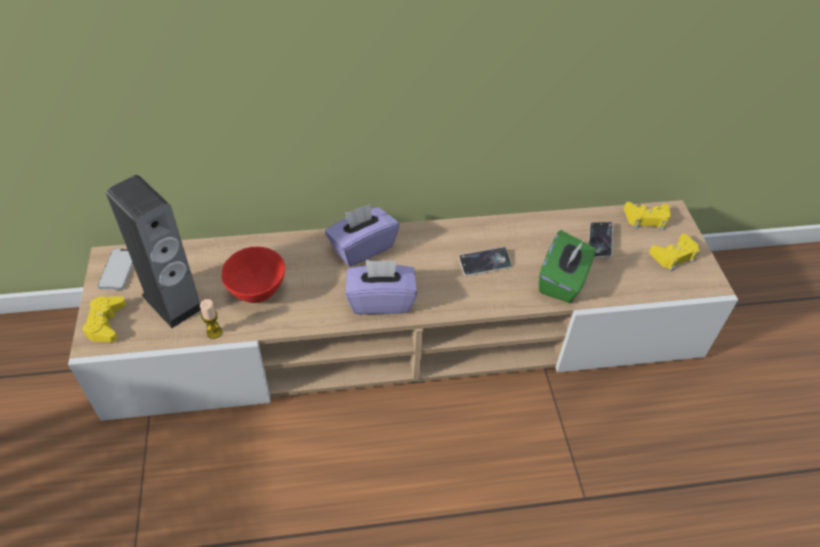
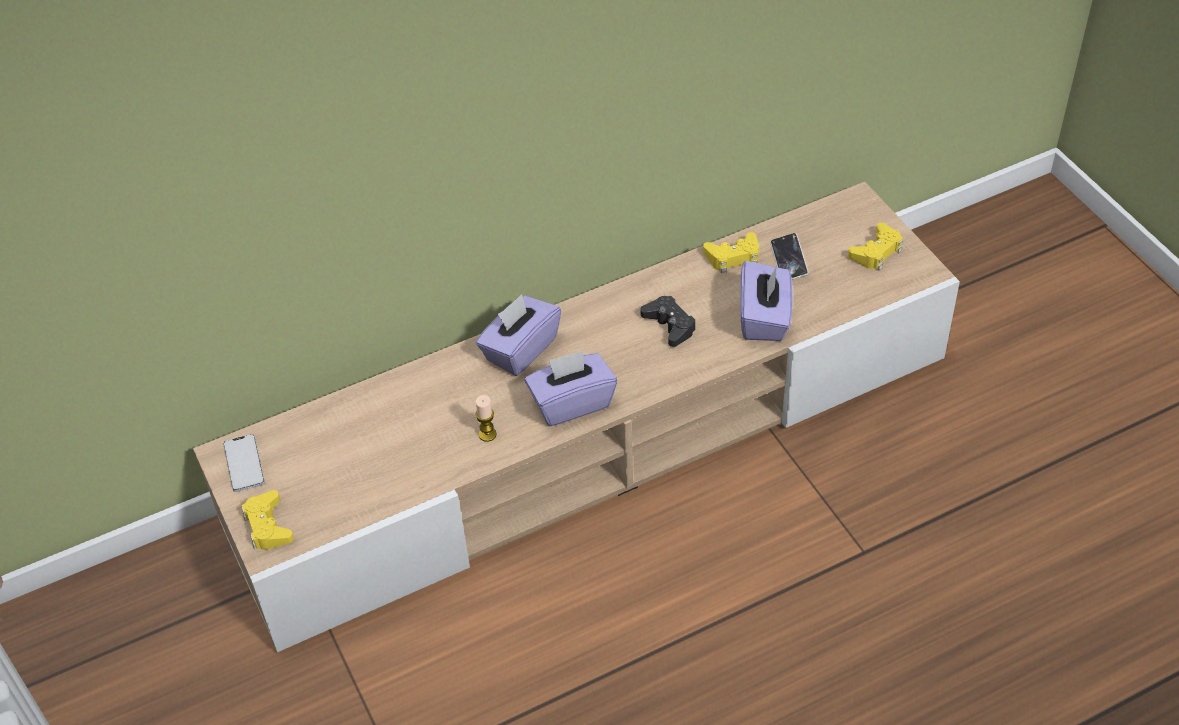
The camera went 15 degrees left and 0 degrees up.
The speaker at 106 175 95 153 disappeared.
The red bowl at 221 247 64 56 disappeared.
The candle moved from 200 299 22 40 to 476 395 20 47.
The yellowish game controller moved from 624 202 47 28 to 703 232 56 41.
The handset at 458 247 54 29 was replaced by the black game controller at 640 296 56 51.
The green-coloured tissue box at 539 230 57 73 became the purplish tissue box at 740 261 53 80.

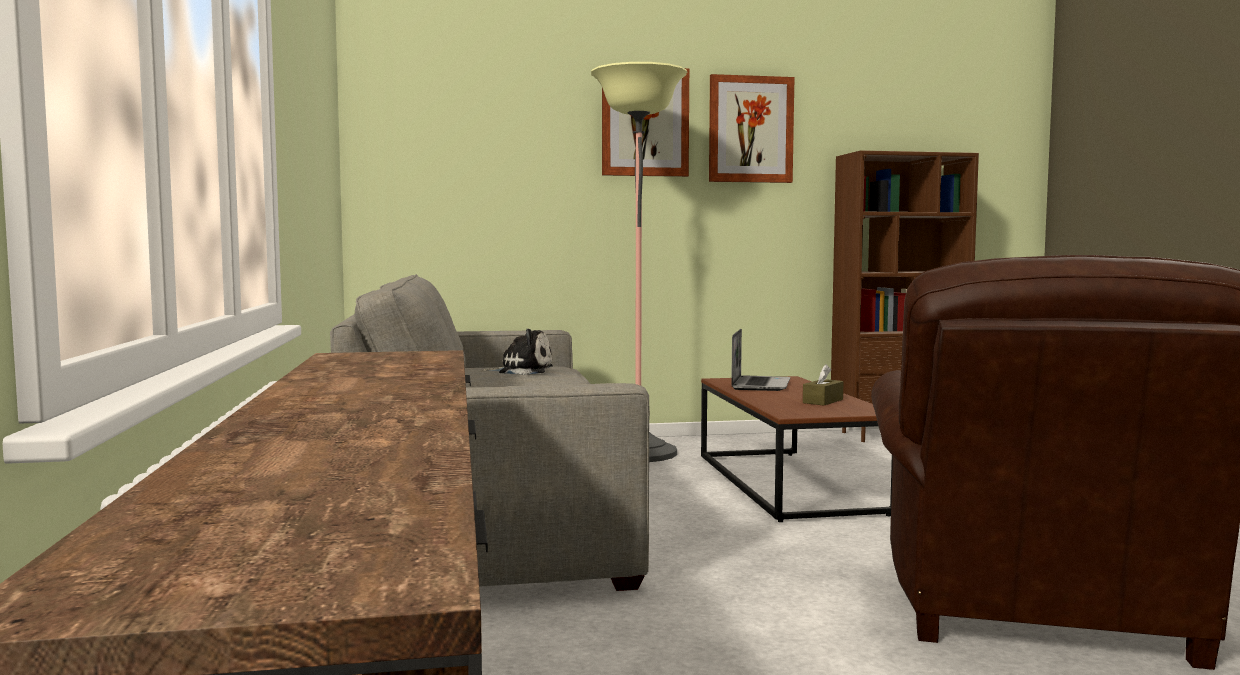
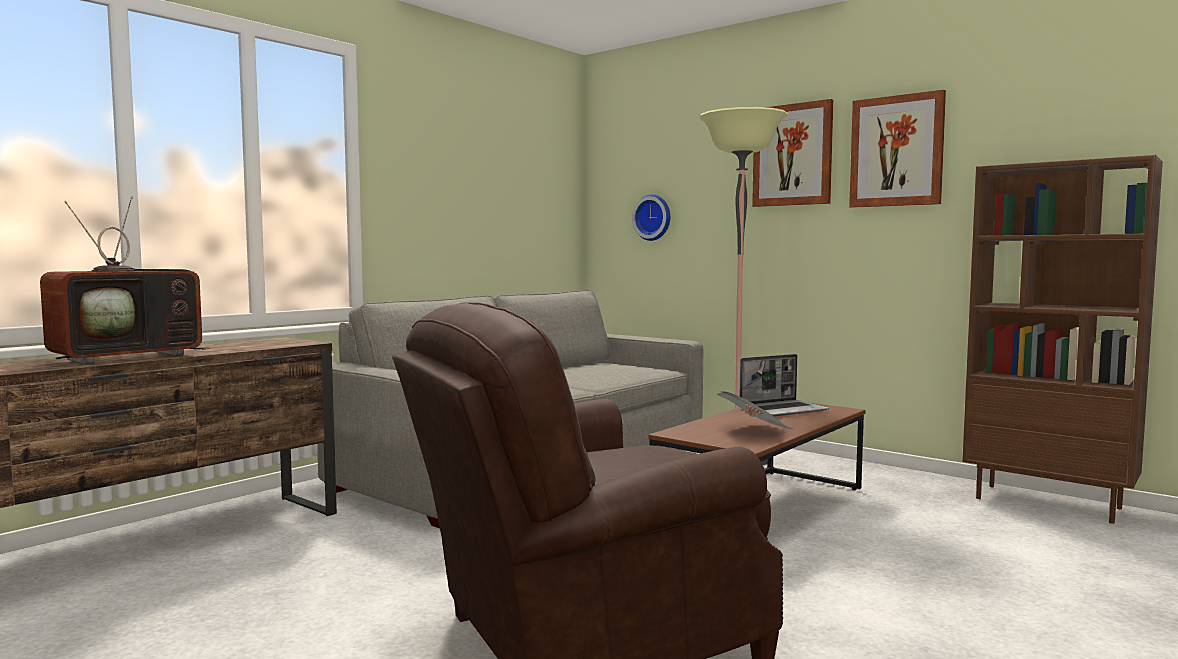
The camera went 50 degrees right and 0 degrees up.
The plush toy at 481 329 72 46 disappeared.
The TV at 40 196 170 169 appeared.
The hanging clock at 632 194 38 47 appeared.
The brown tissue box at 803 364 41 42 was replaced by the printed paper at 717 391 76 38.

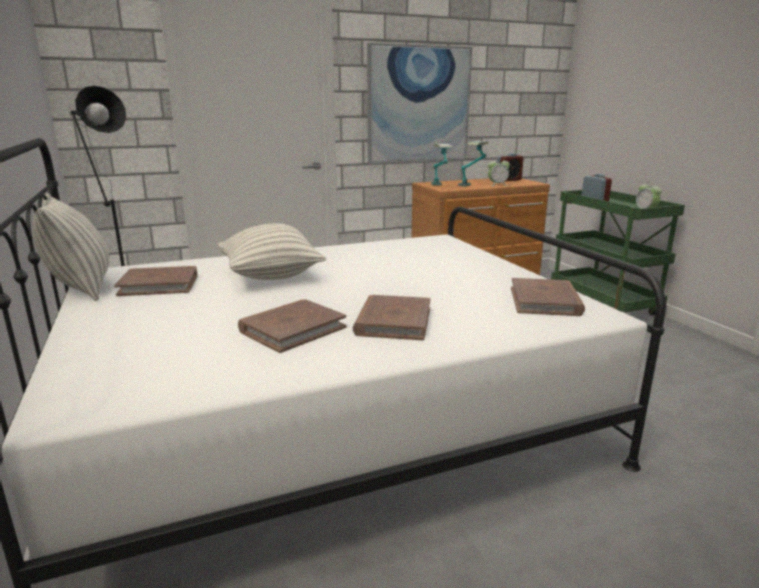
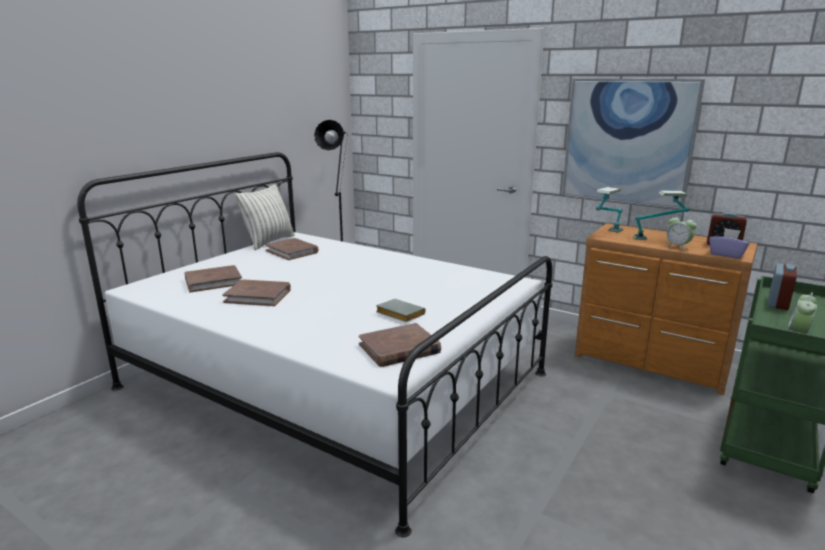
The camera went 55 degrees right and 0 degrees up.
The cushion at 217 223 109 57 disappeared.
The gray bound book at 376 299 50 23 appeared.
The purplish tissue box at 709 228 41 31 appeared.
The brown bound book moved from 353 295 78 45 to 184 265 58 27.

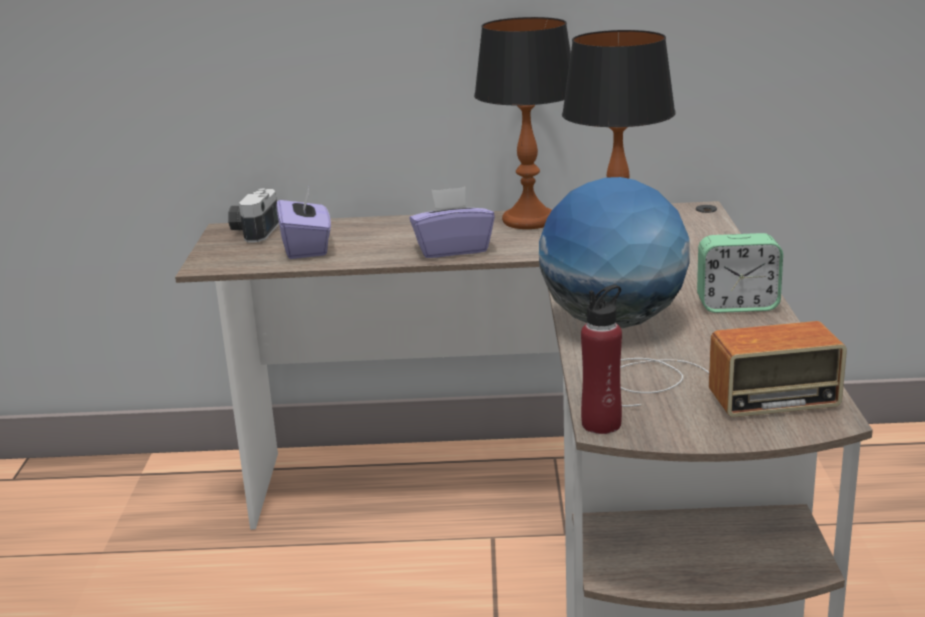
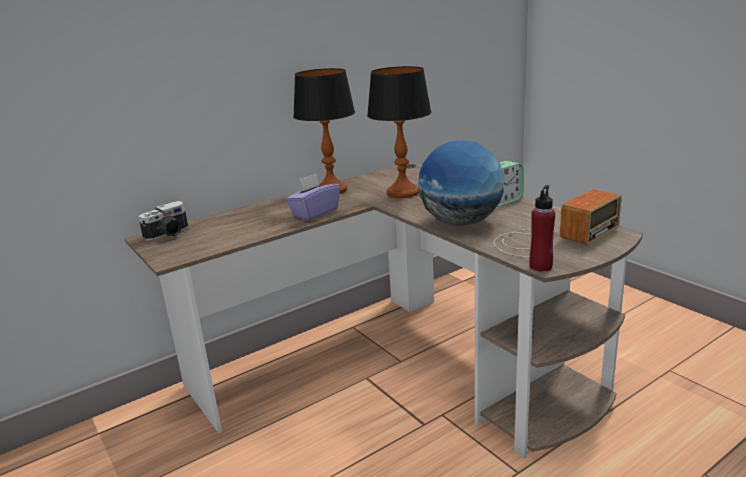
The camera went 35 degrees left and 0 degrees up.
The purplish tissue box at 276 187 55 72 disappeared.
The photo camera at 228 189 51 54 turned 105 degrees counterclockwise.

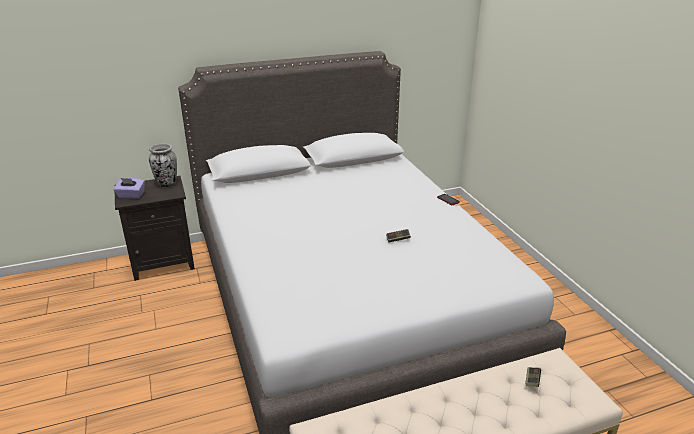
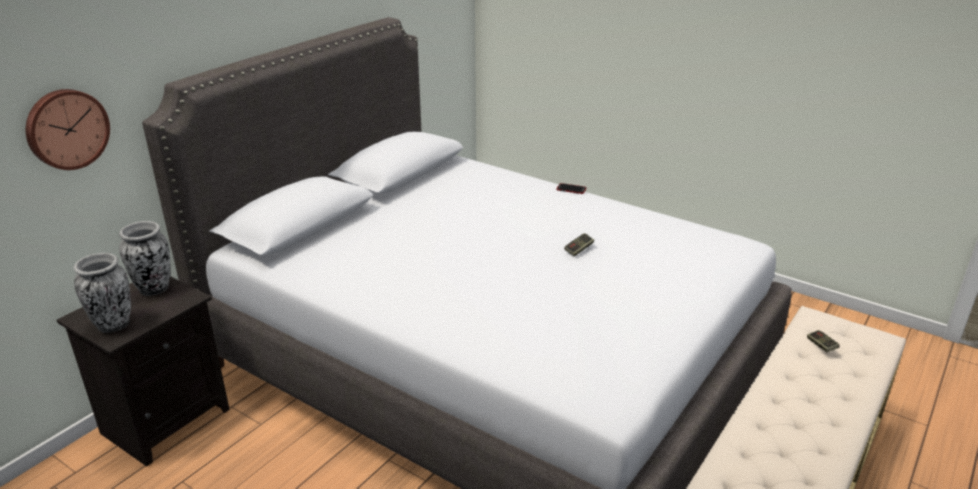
The camera went 35 degrees left and 0 degrees up.
The hanging clock at 26 89 84 81 appeared.
The purplish tissue box at 113 178 32 21 was replaced by the decorative vase at 74 253 57 80.

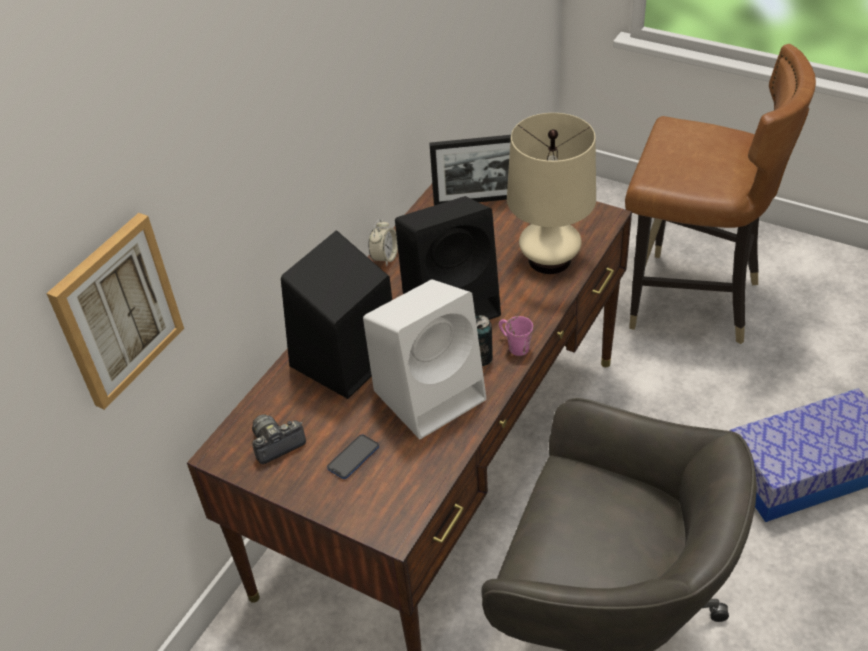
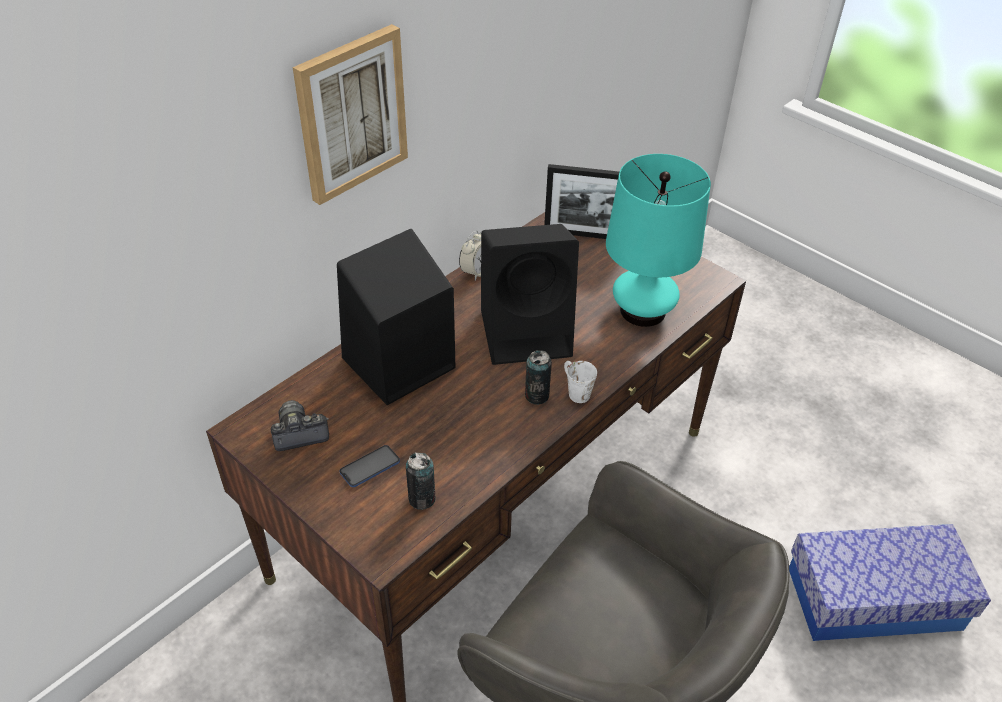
The camera went 10 degrees right and 0 degrees up.
The whitish speaker at 363 279 123 160 disappeared.
The brown upright chair at 625 44 191 300 disappeared.
The metal can at 406 452 30 58 appeared.
The picture moved from 46 213 138 197 to 293 24 115 181.
The pinkish tea mug at 499 316 34 40 became the whitish tea mug at 564 361 33 42.
The beige lamp for a table at 507 113 89 161 became the turquoise-coloured lamp for a table at 606 154 105 173.

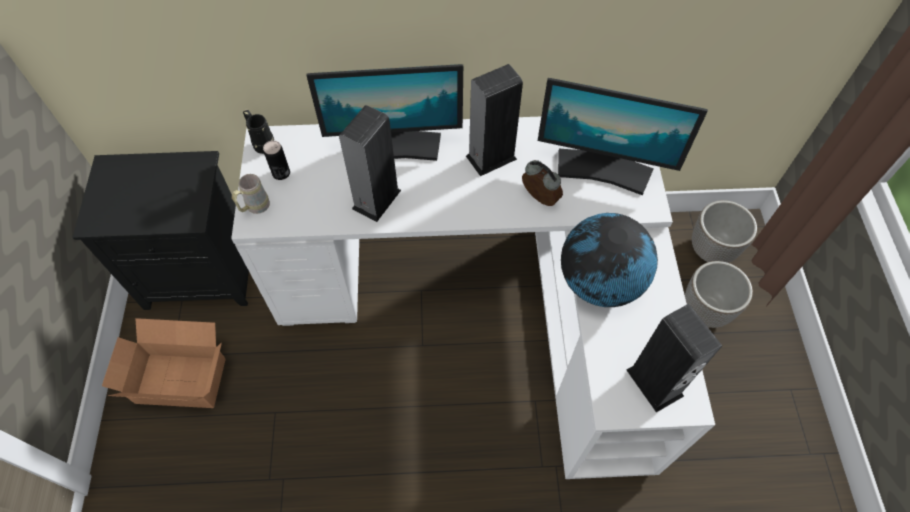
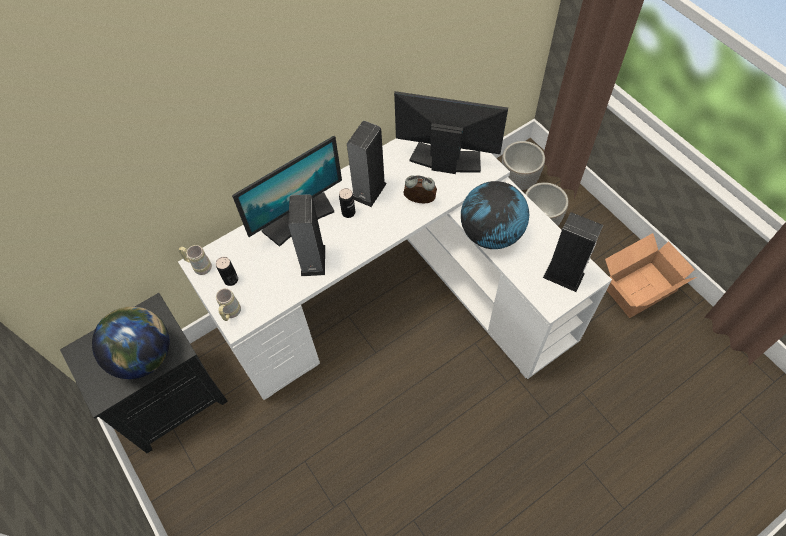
The camera went 30 degrees left and 0 degrees up.
The world globe at 92 306 77 73 appeared.
The metal can at 339 188 16 30 appeared.
The carton moved from 102 318 124 90 to 605 233 91 85.
The black tea mug at 243 110 31 44 became the beige tea mug at 179 245 33 30.
The computer display at 538 78 170 117 turned 150 degrees counterclockwise.

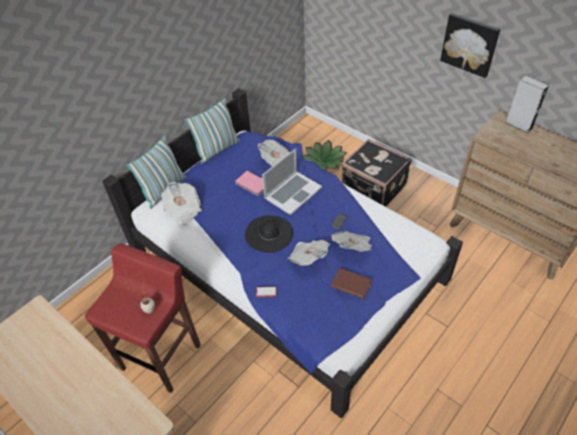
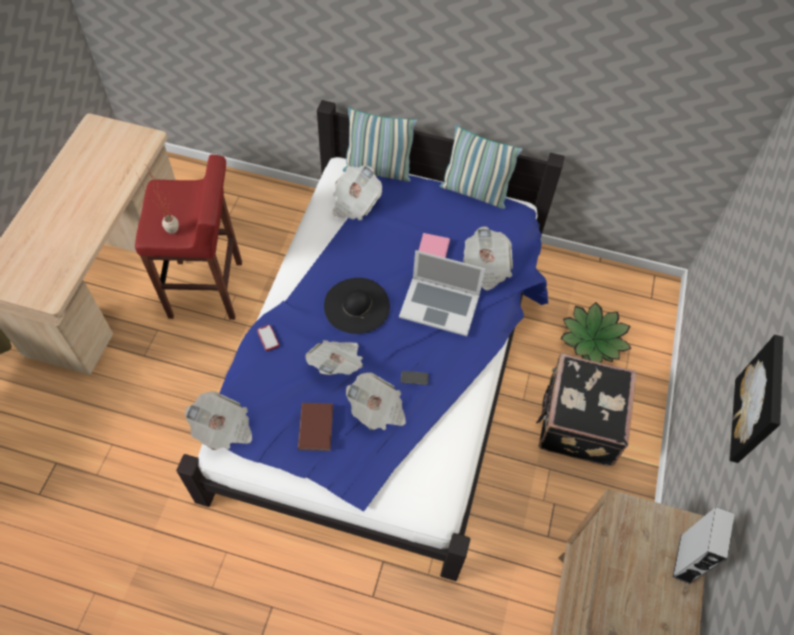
The camera went 60 degrees right and 10 degrees up.
The printed paper at 185 391 67 59 appeared.

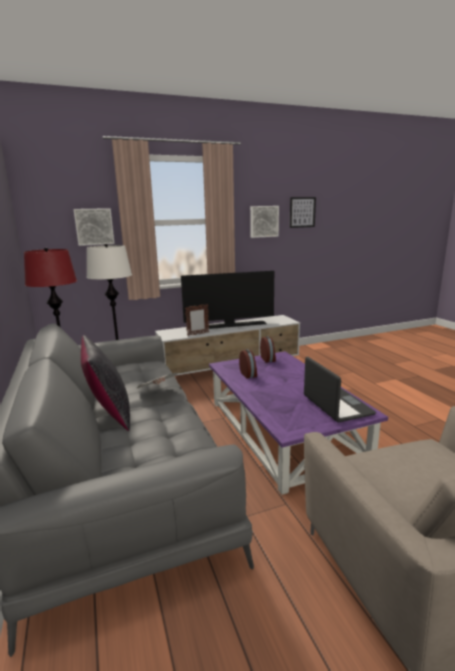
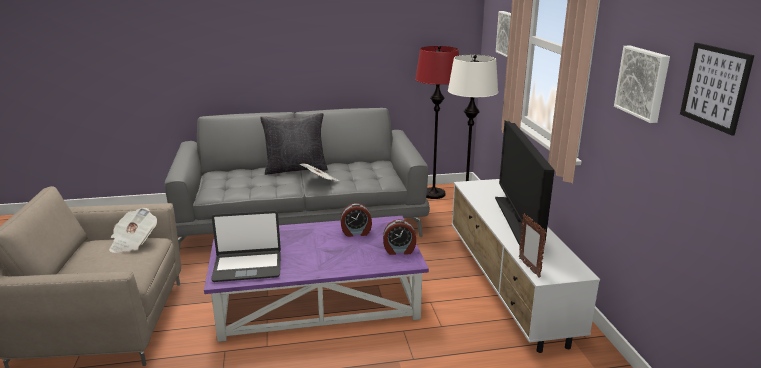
The camera went 100 degrees right and 5 degrees up.
The printed paper at 109 208 48 45 appeared.
The photo frame moved from 185 304 24 32 to 519 213 27 65.

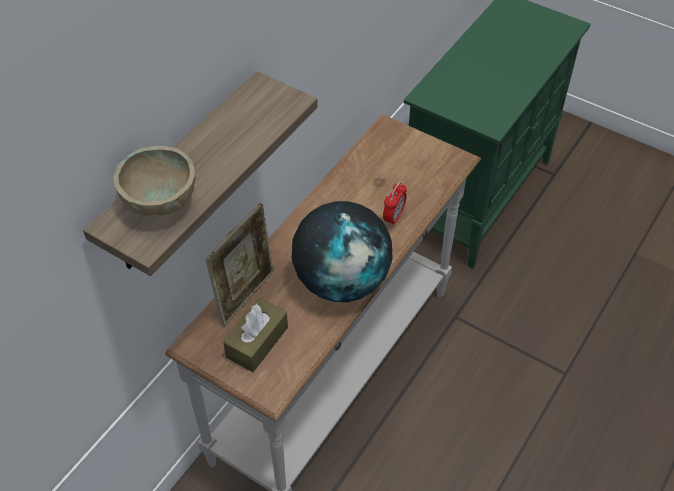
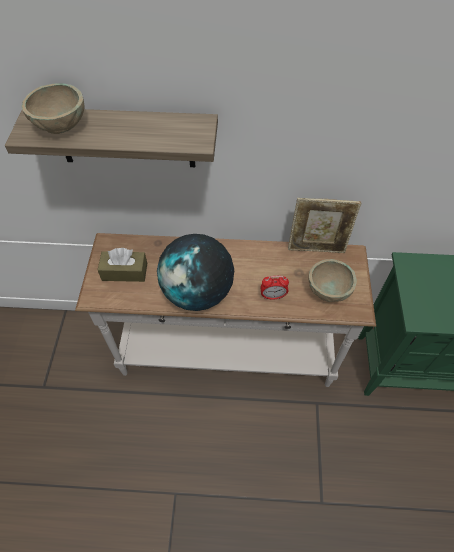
The camera went 60 degrees right and 5 degrees up.
The beige bowl at 308 259 49 43 appeared.
The photo frame moved from 205 203 69 123 to 288 198 74 55.

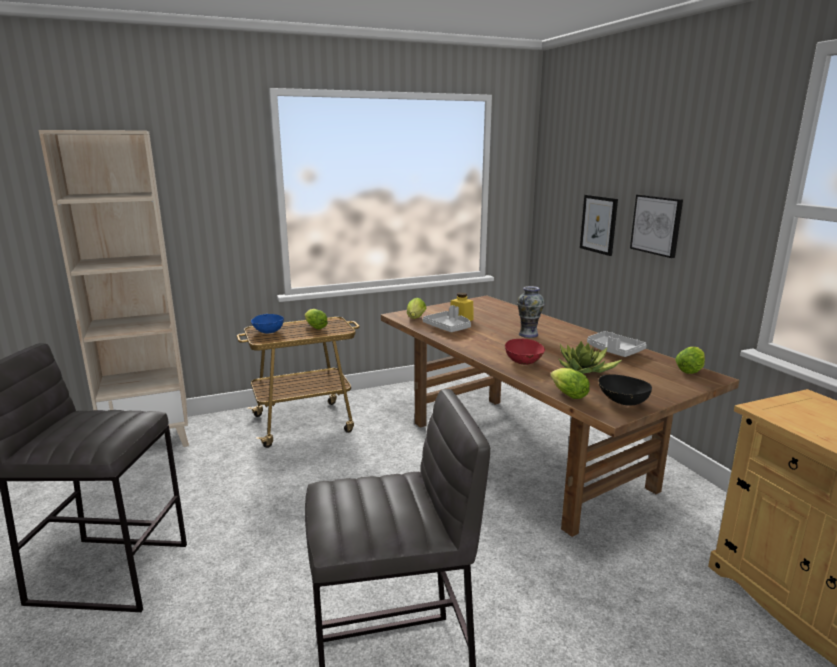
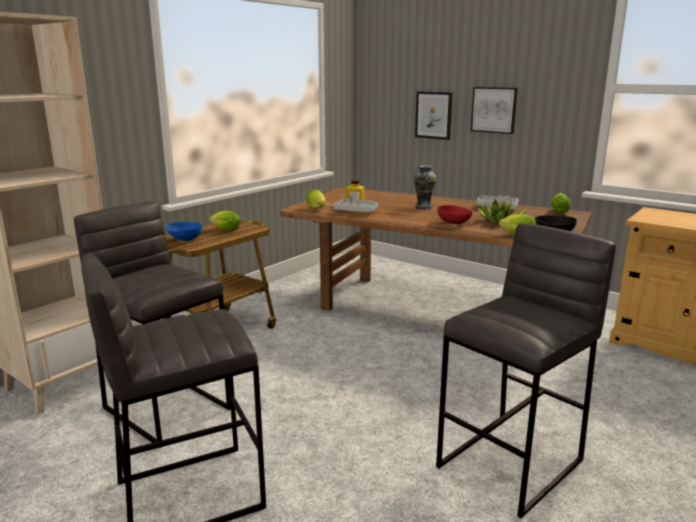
The camera went 30 degrees left and 0 degrees up.
The gray sitting stool at 74 202 157 246 appeared.

